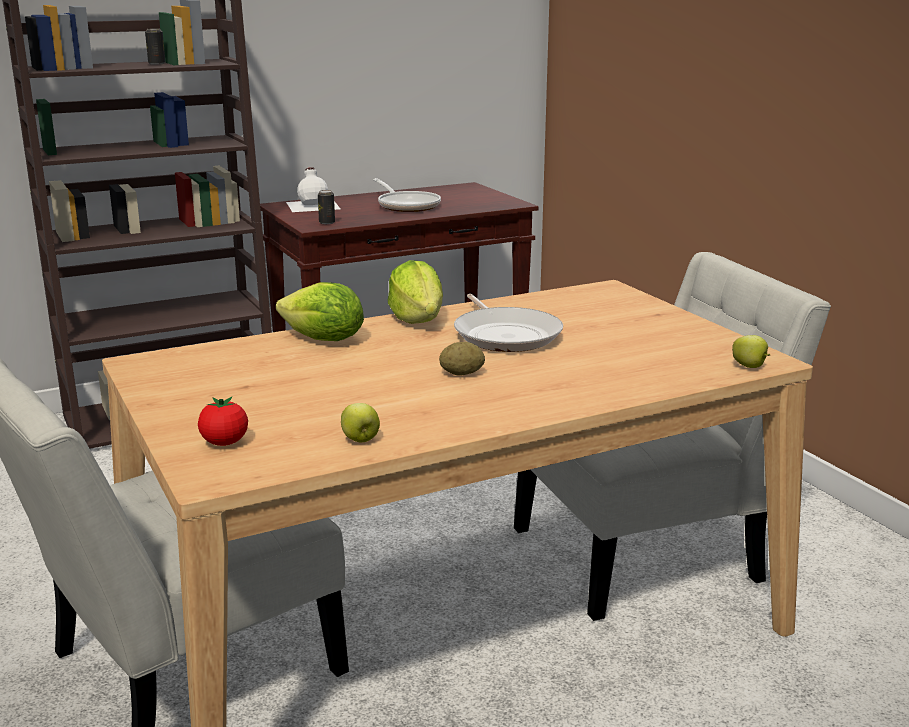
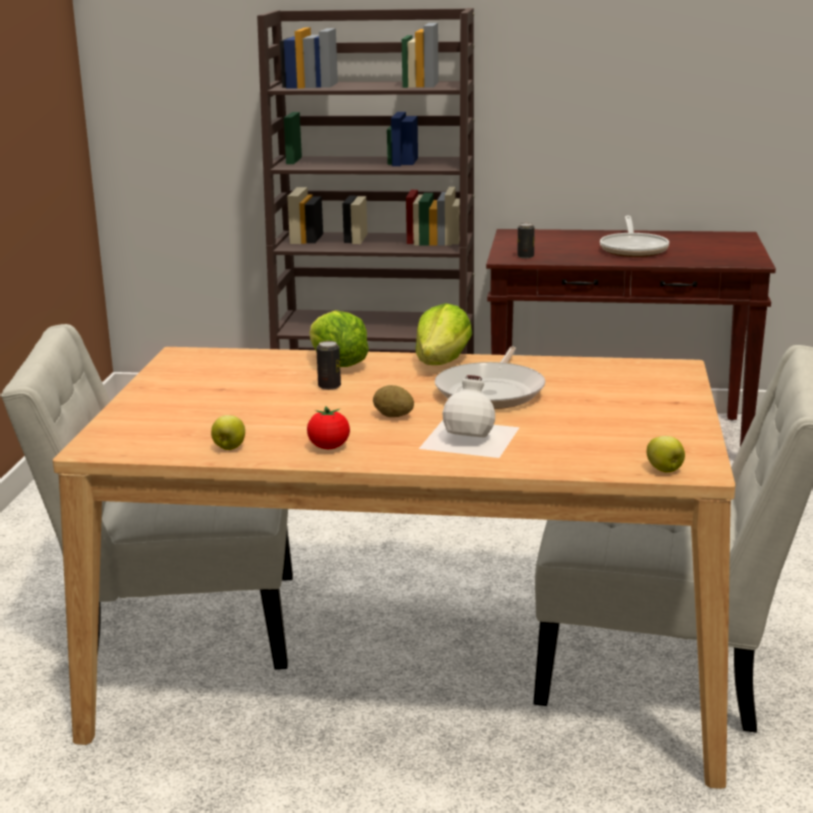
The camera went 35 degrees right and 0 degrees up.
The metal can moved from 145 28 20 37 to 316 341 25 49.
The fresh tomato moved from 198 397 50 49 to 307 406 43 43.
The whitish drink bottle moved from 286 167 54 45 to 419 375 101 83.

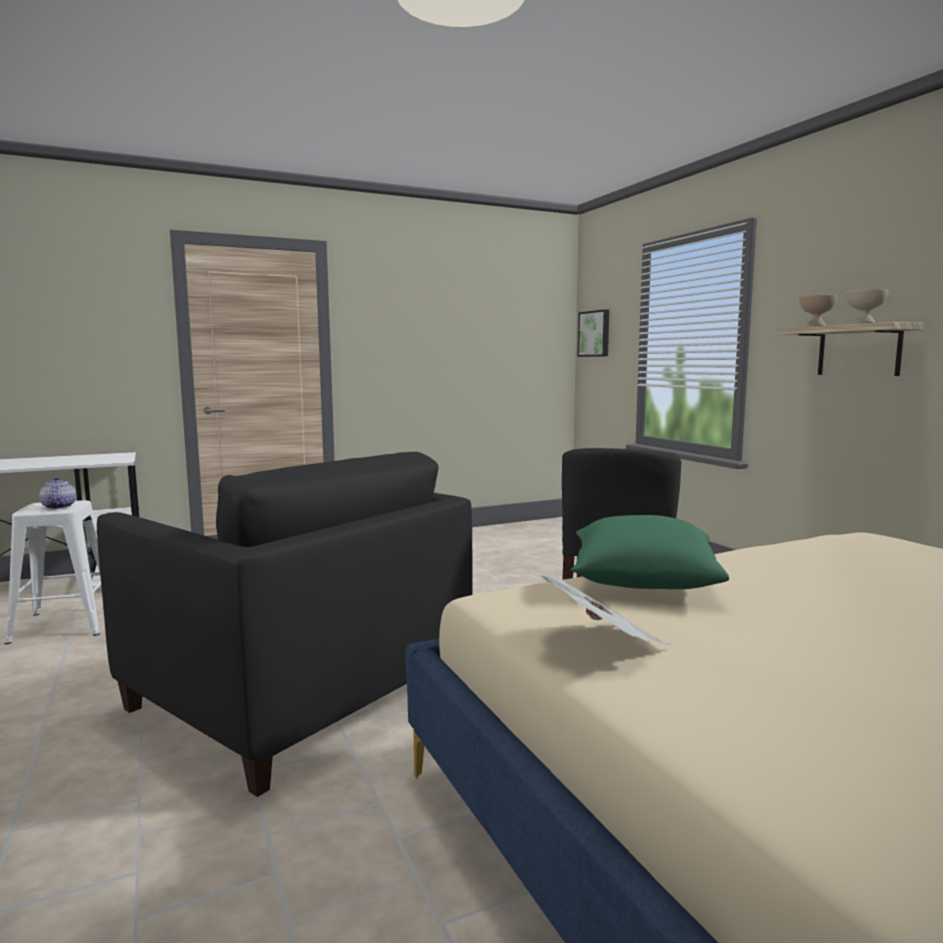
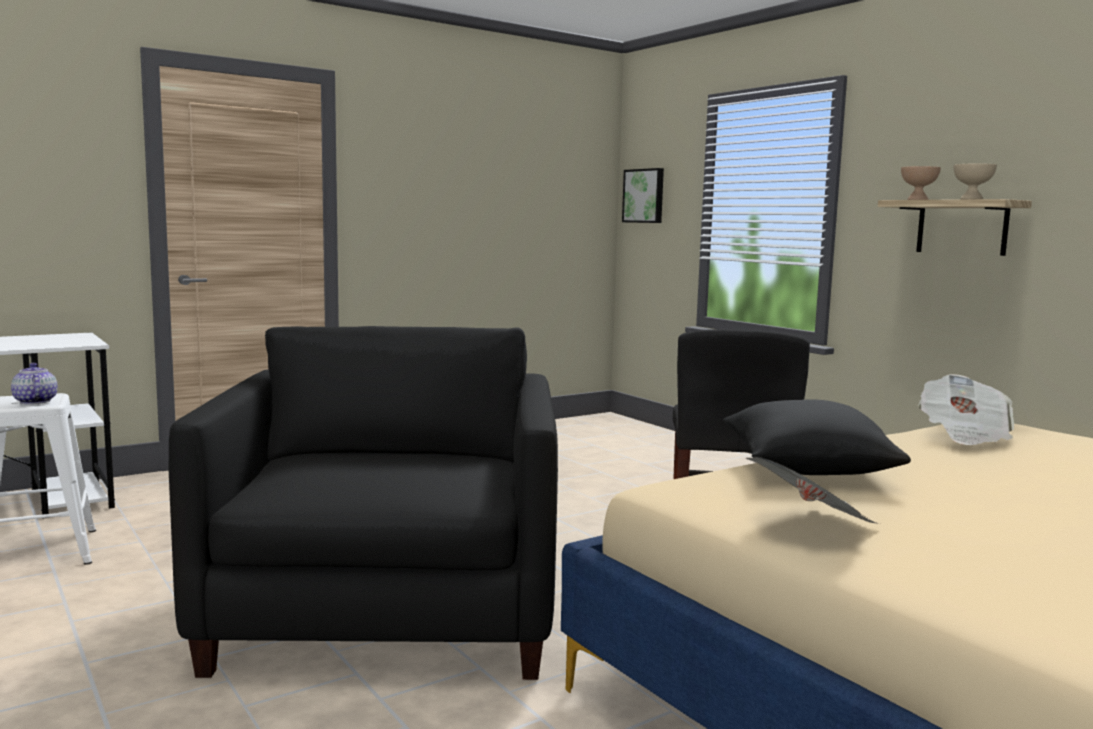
The camera went 10 degrees left and 0 degrees up.
The printed paper at 918 374 96 71 appeared.
The green-coloured cushion at 571 515 158 74 became the black cushion at 723 399 188 76.
The black armchair at 97 452 375 345 turned 120 degrees counterclockwise.

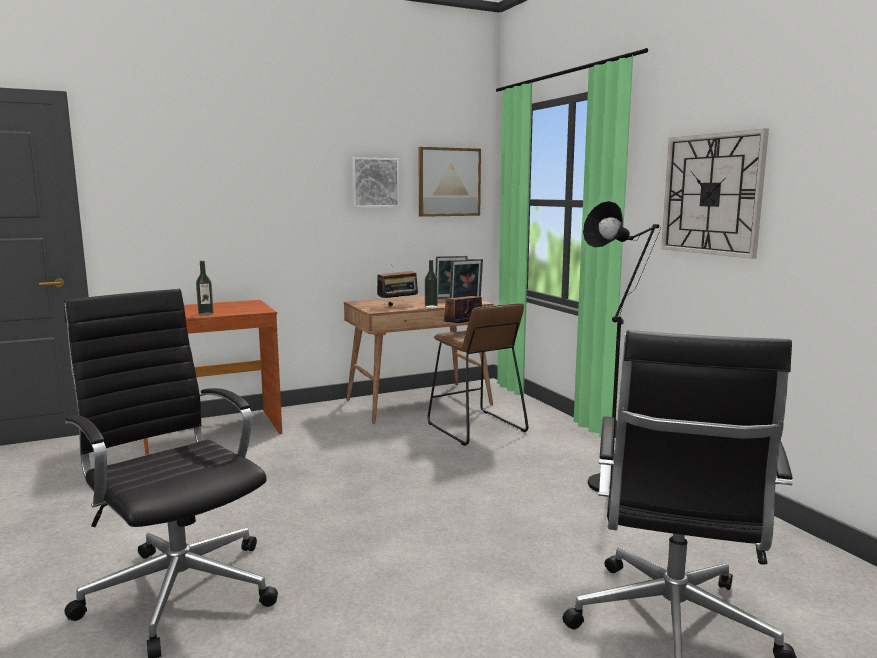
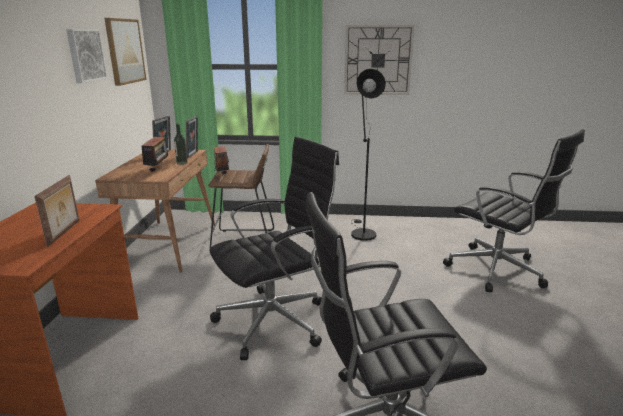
The camera went 60 degrees left and 10 degrees up.
The black computer chair at 210 137 129 223 appeared.
The drink bottle at 196 261 18 55 was replaced by the photo frame at 34 175 45 72.

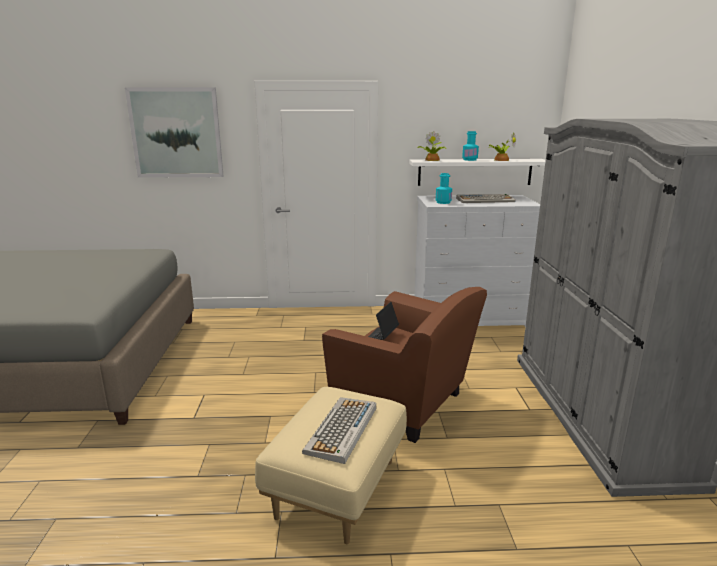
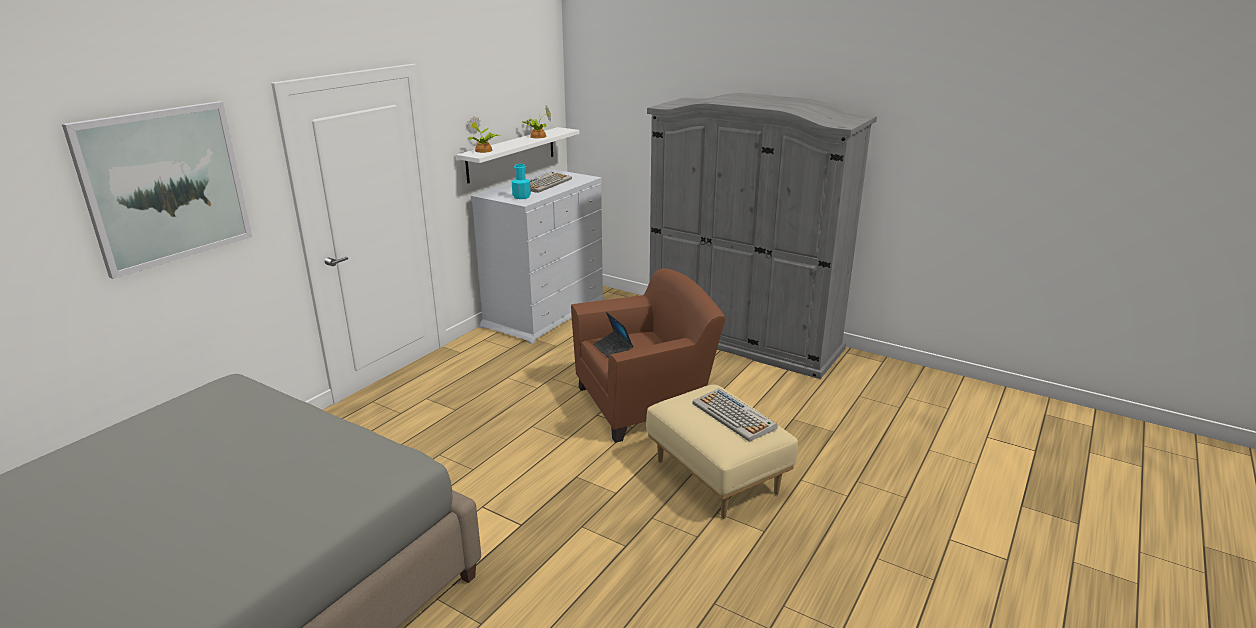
The camera went 55 degrees left and 5 degrees up.
The turquoise-coloured drink bottle at 462 131 17 30 disappeared.

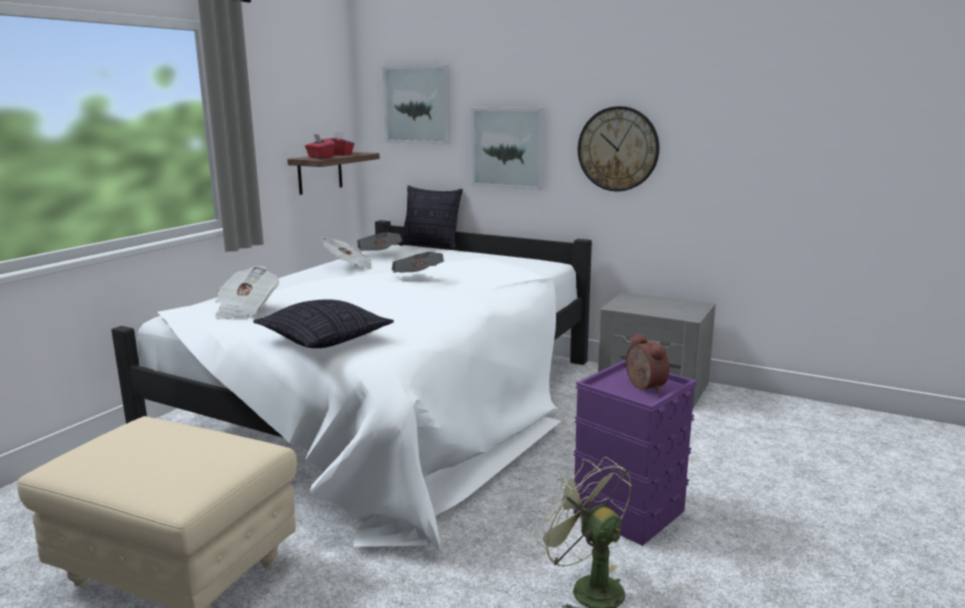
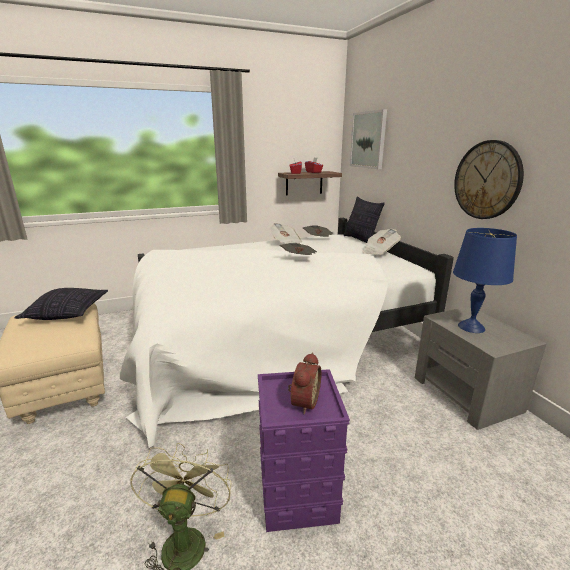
The camera went 40 degrees right and 5 degrees up.
The picture at 471 107 74 83 disappeared.
The blue-coloured lamp for a table at 453 228 64 105 appeared.
The printed paper moved from 215 266 64 53 to 362 229 39 26.
The cushion moved from 253 299 141 49 to 15 288 93 32.

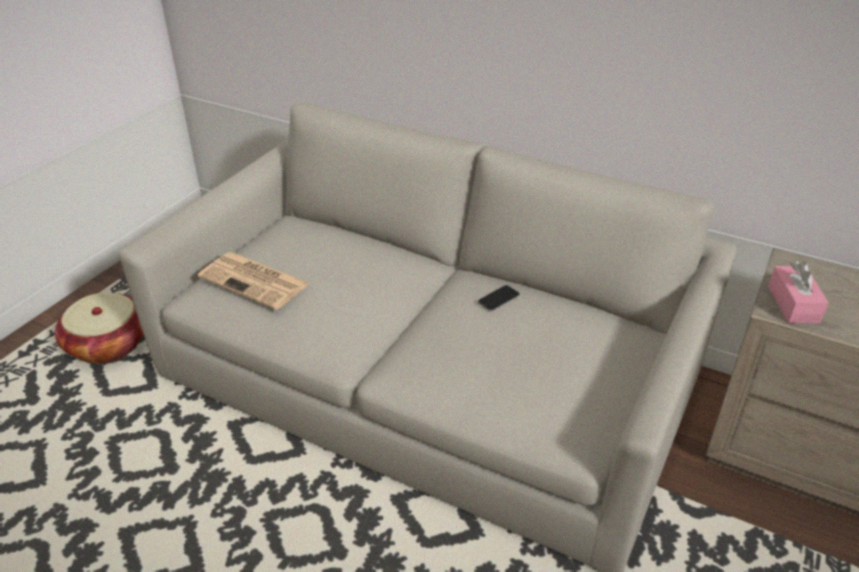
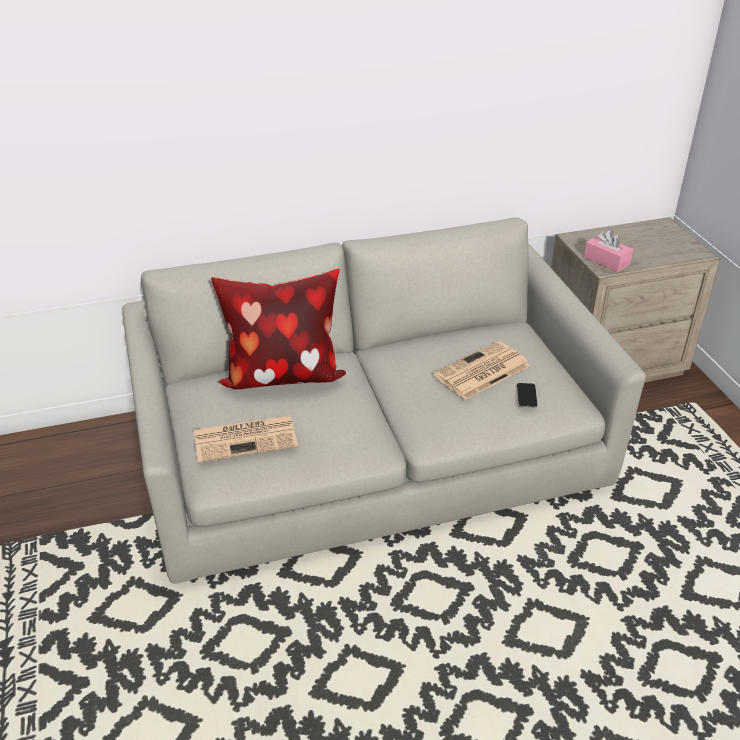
The camera went 45 degrees left and 0 degrees up.
The basket at 54 293 89 71 disappeared.
The cushion at 211 269 135 120 appeared.
The printed paper at 434 341 96 59 appeared.
The handset moved from 478 285 42 26 to 517 383 21 25.

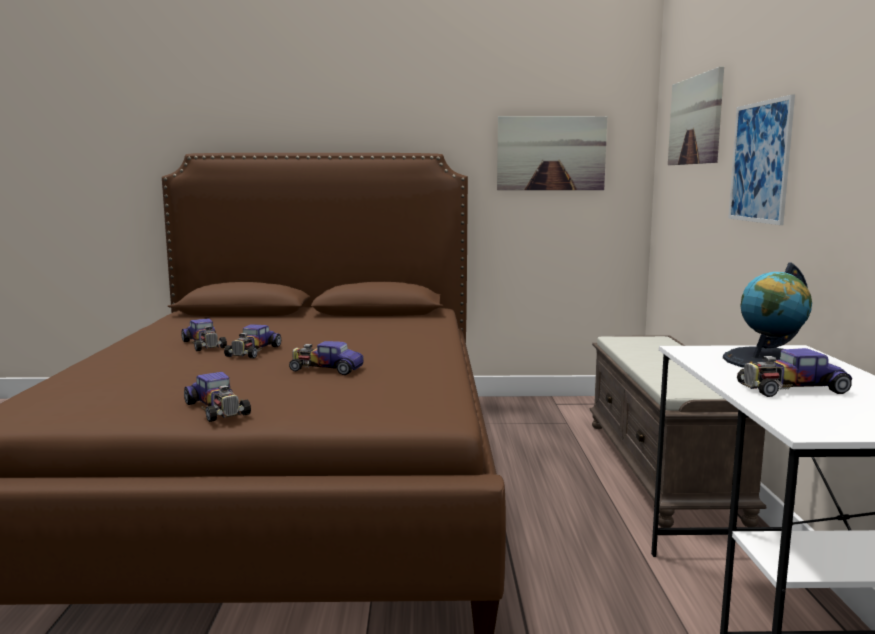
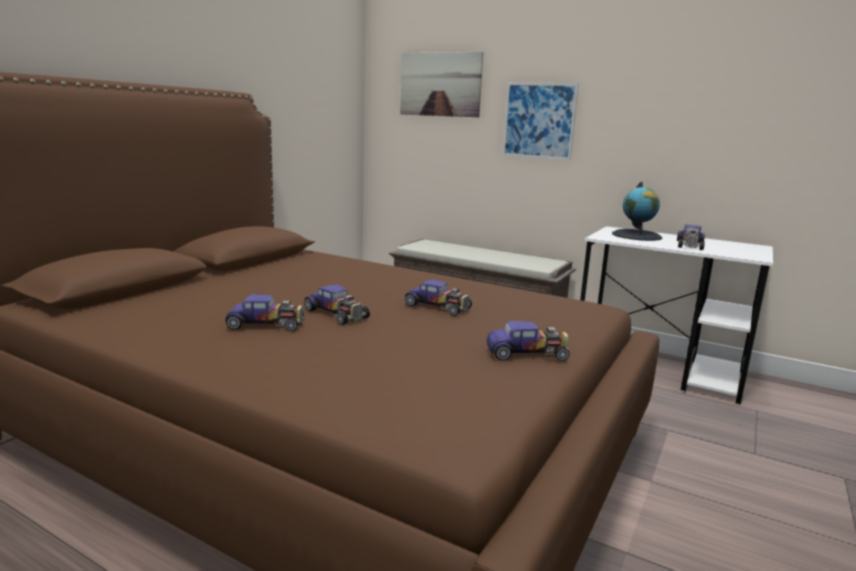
The camera went 60 degrees left and 5 degrees up.
The picture at 497 116 110 74 disappeared.
The model car at 289 341 74 34 turned 105 degrees counterclockwise.

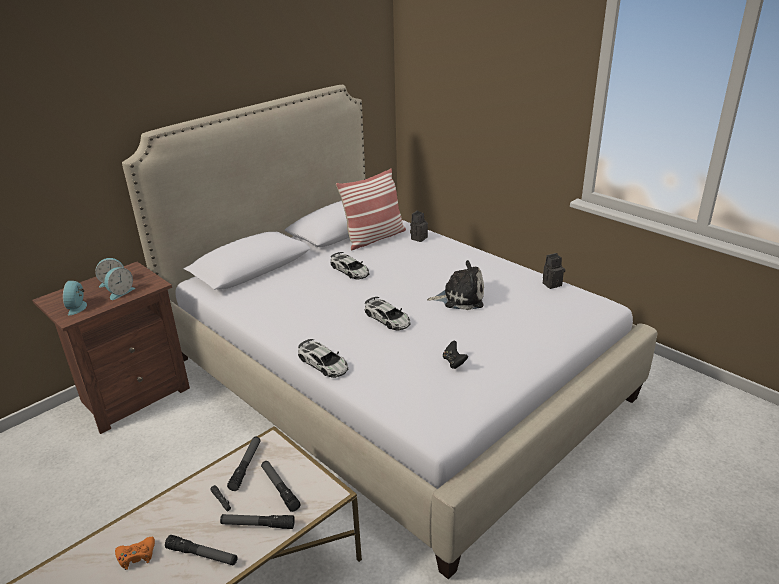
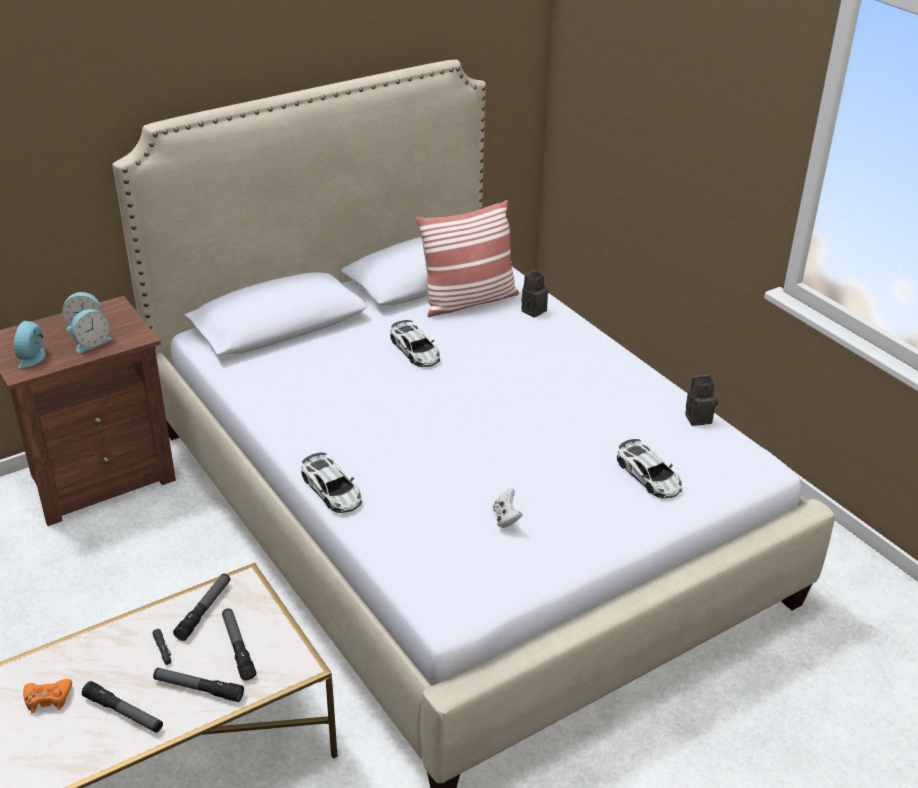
The camera went 10 degrees right and 5 degrees up.
The plush toy at 427 260 57 50 disappeared.
The model car moved from 365 297 46 34 to 617 439 65 60.
The black game controller at 443 340 25 29 became the whitish game controller at 493 488 29 40.

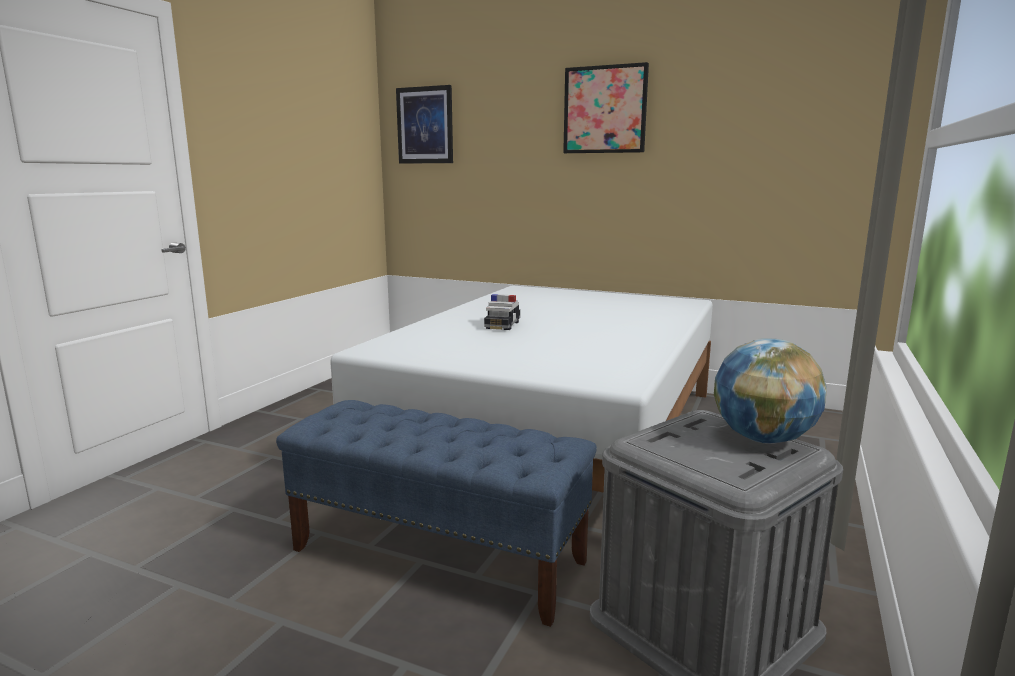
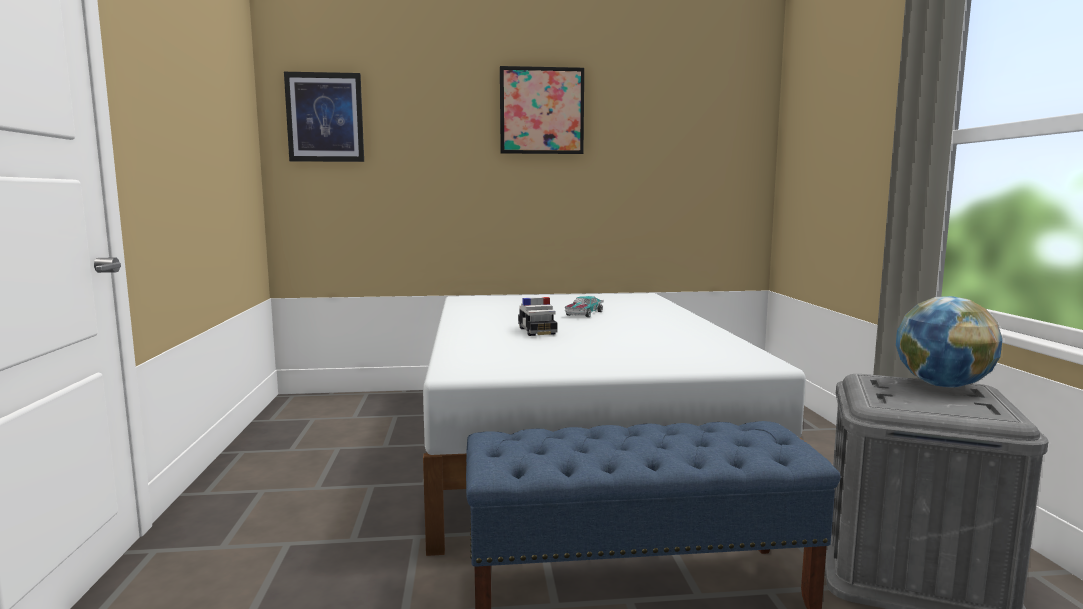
The camera went 30 degrees left and 5 degrees down.
The model car at 565 296 38 21 appeared.

